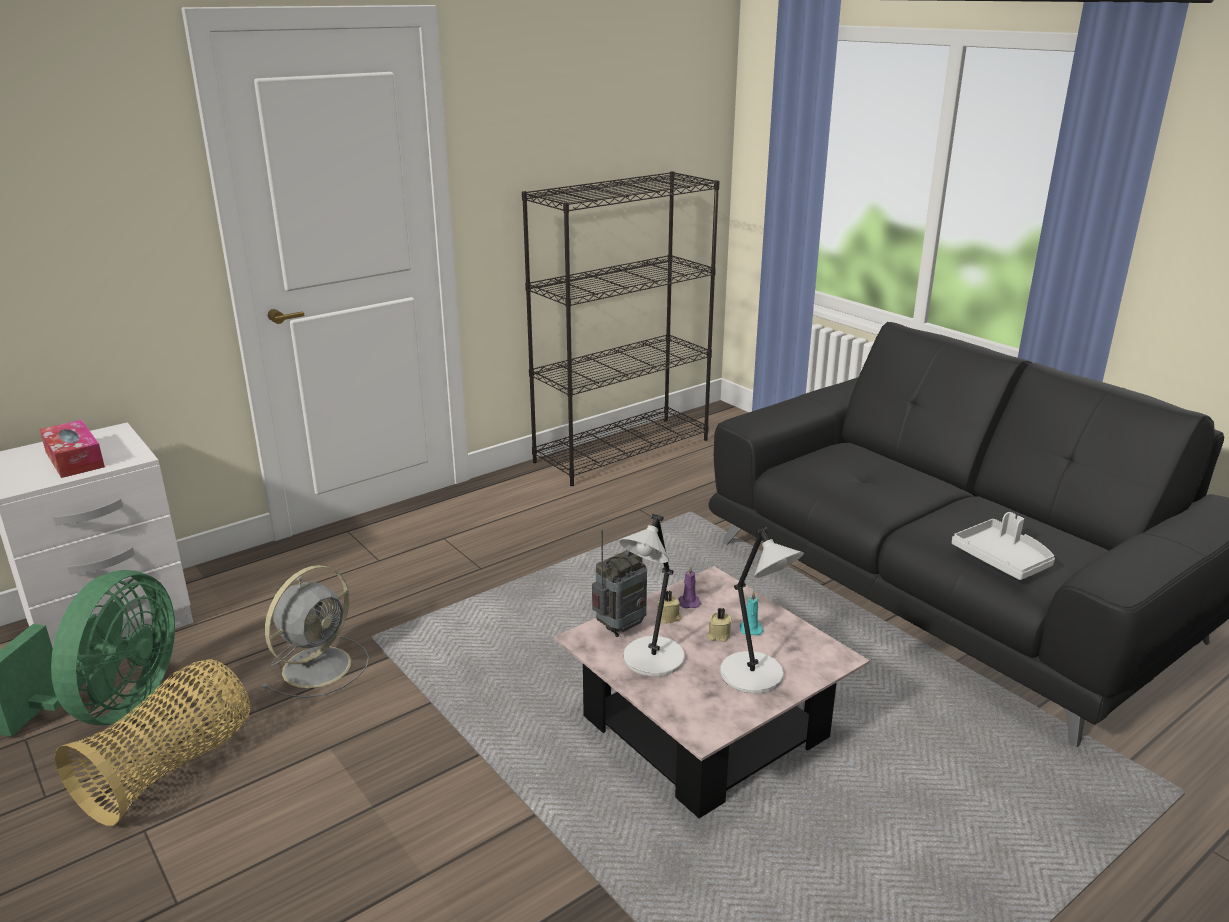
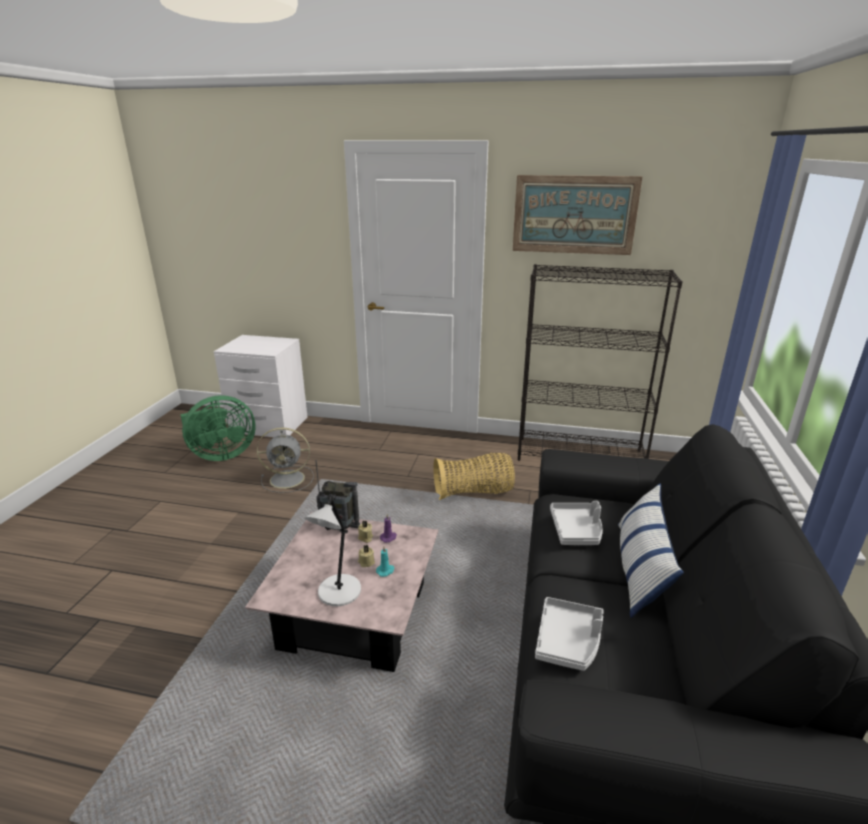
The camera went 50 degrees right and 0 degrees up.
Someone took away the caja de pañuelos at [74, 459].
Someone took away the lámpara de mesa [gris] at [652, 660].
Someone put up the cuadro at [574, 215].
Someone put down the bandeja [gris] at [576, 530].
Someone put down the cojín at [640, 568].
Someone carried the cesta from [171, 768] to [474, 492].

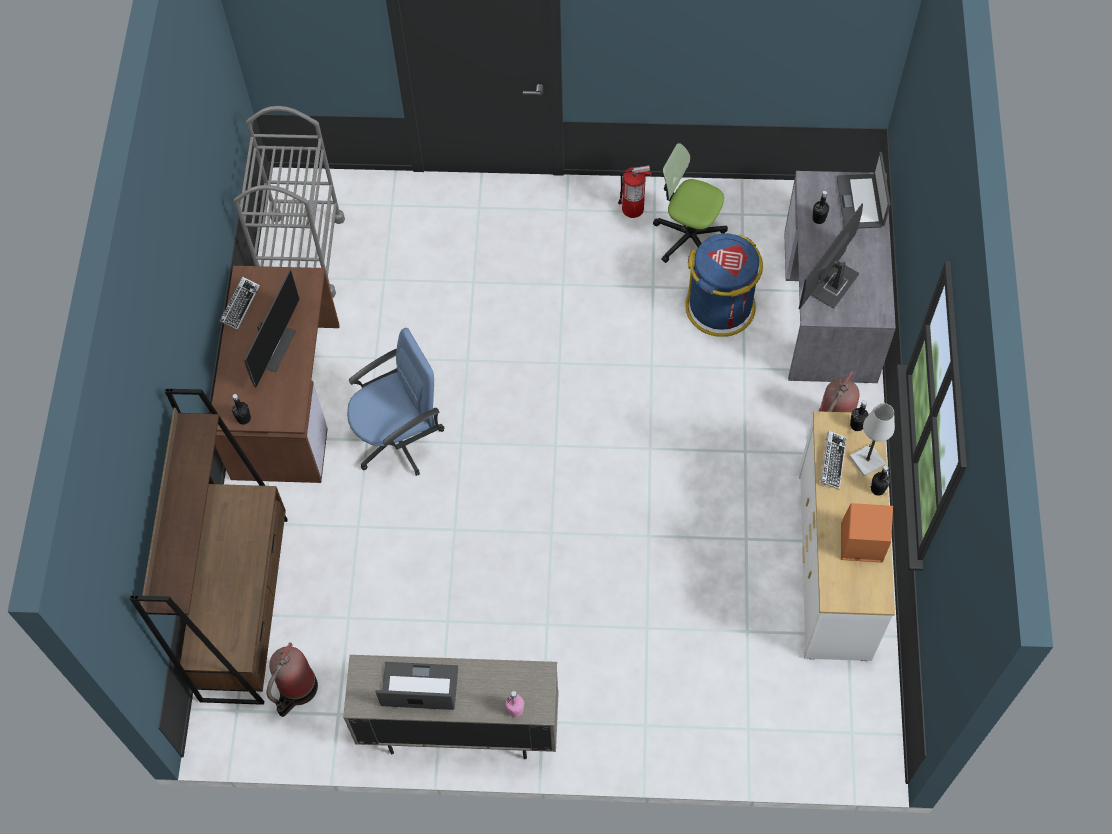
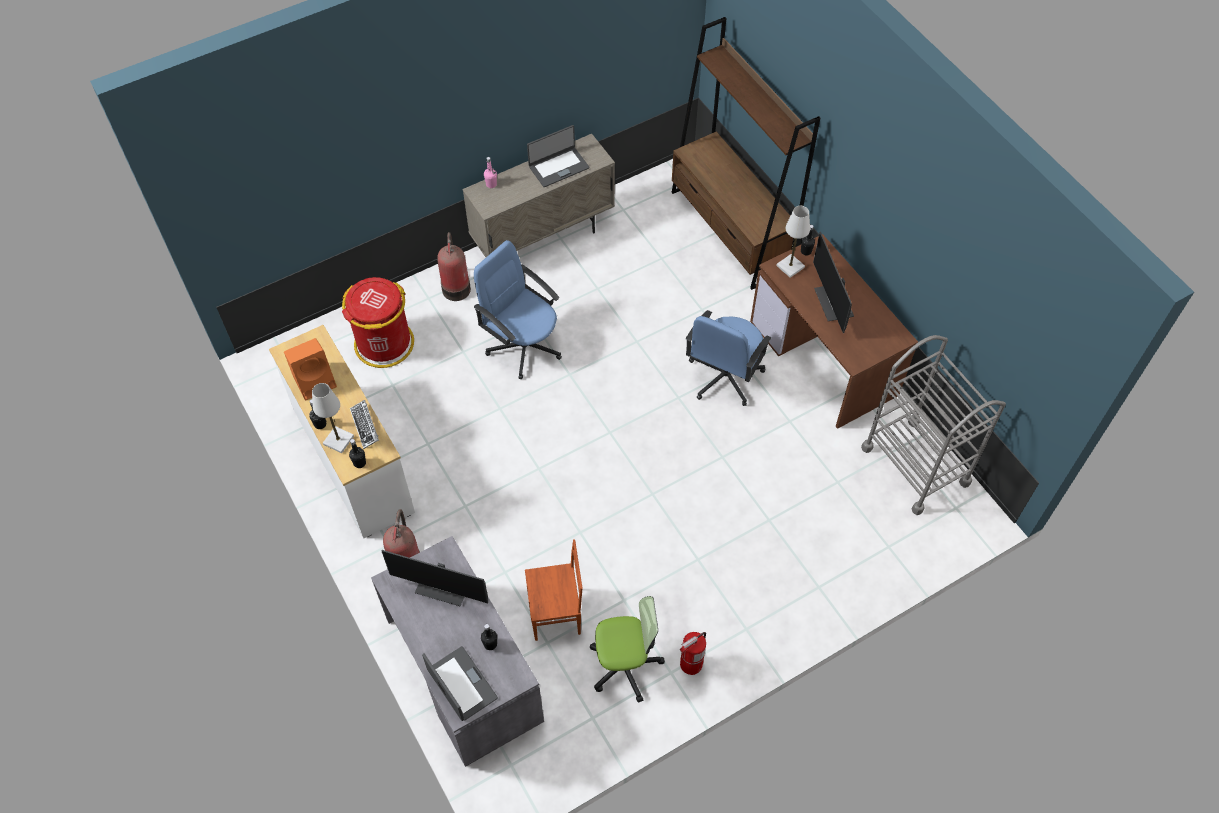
The camera went 145 degrees right and 5 degrees down.
Someone took away the teclado at [240, 305].
Someone put down the papelera [rojo] at [384, 344].
Someone put down the silla de oficina [azul] at [523, 345].
Someone put down the lámpara de mesa [blanco] at [790, 267].
Someone carried the extintor from [296, 690] to [456, 287].
Someone swapped the papelera [azul] at [720, 307] for the silla [marrón] at [556, 614].
Someone rotated the monitor at [832, 285] by 105 degrees clockwise.

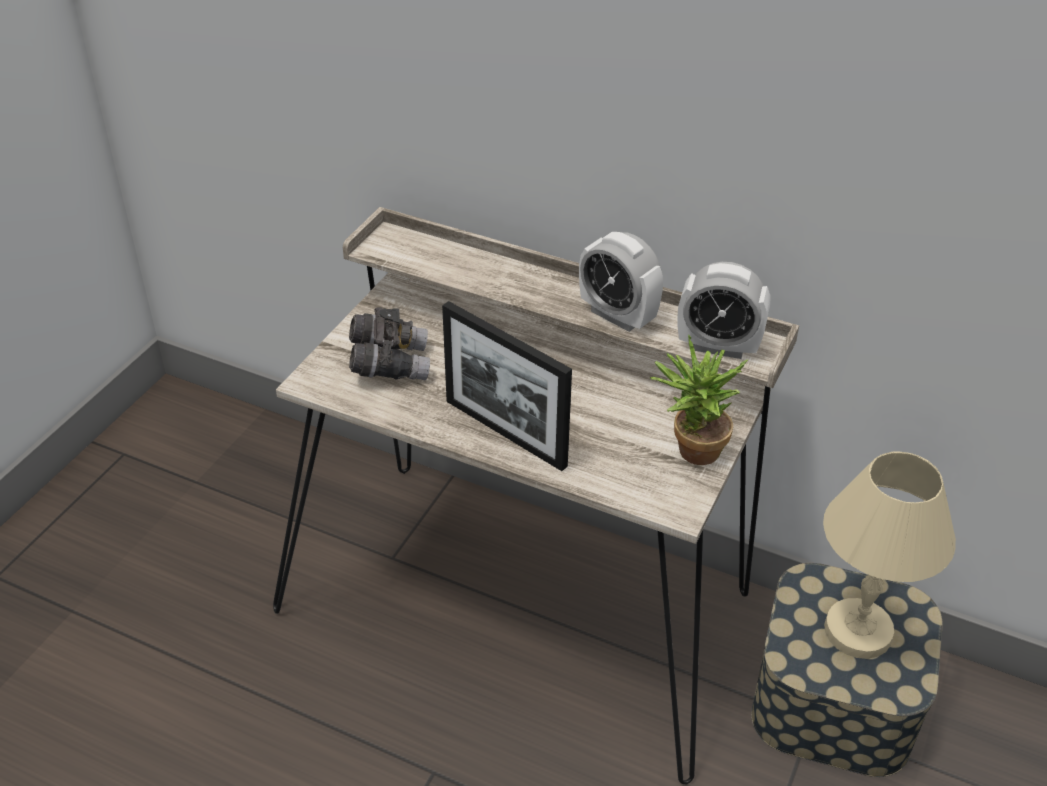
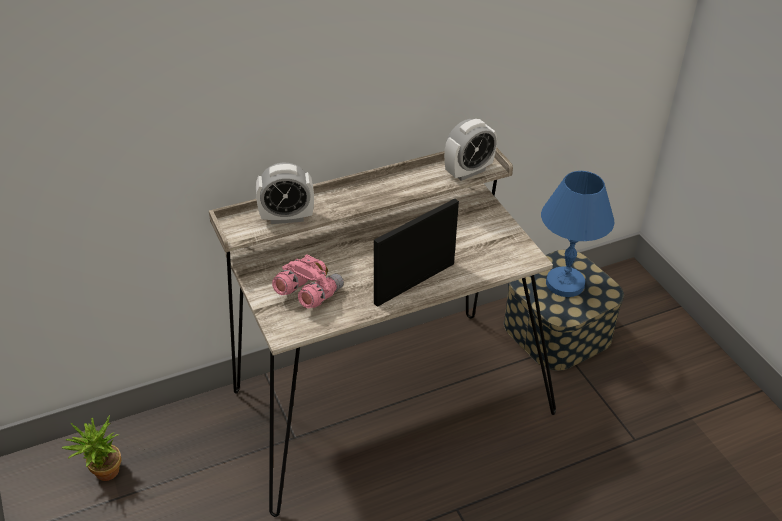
The camera went 50 degrees left and 0 degrees up.
Someone carried the despertador from [617, 315] to [286, 217].
Someone carried the planta en maceta from [690, 451] to [103, 474].
Someone repainted the prismáticos [gris] at [389, 364], which became the prismáticos [rosa] at [308, 294].
Someone repainted the lámpara de mesa [beis] at [859, 630], which became the lámpara de mesa [azul] at [565, 283].
Someone rotated the portarretratos at [505, 433] by 150 degrees clockwise.

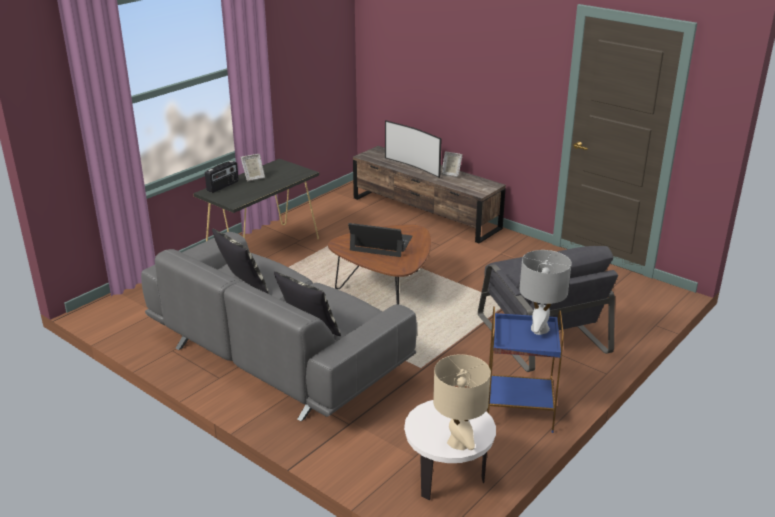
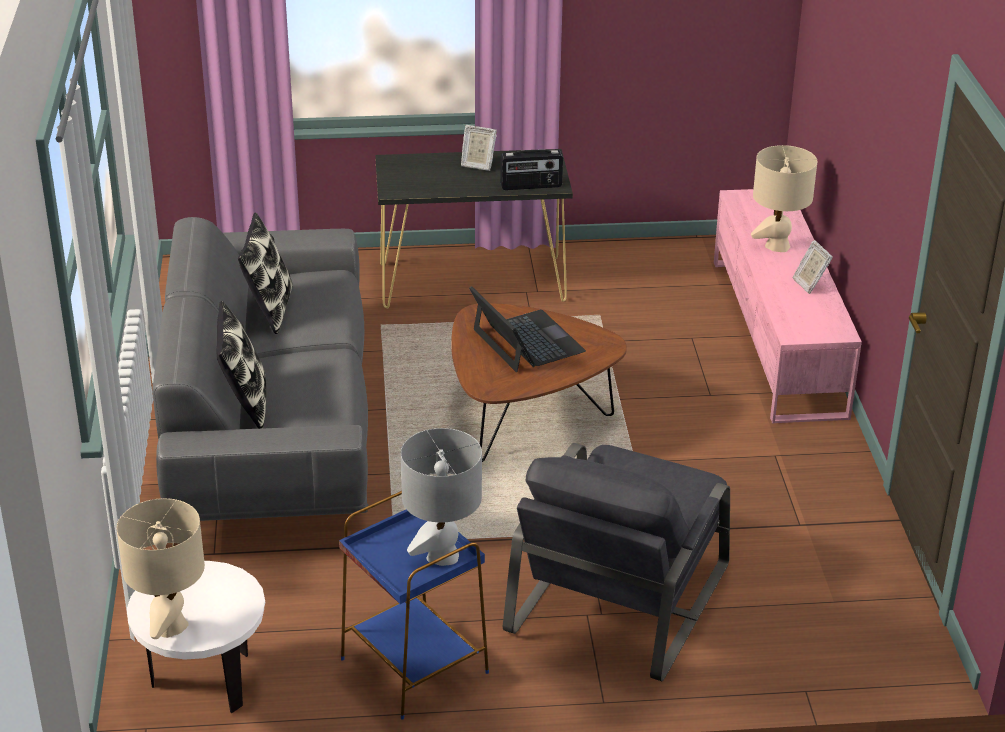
The camera went 45 degrees right and 5 degrees up.
Someone carried the radio from [223, 186] to [531, 186].
Someone swapped the televisor at [413, 166] for the lámpara de mesa [beis] at [777, 246].
Someone repainted the mueble de televisión [marrón] at [425, 213], which became the mueble de televisión [rosa] at [777, 336].

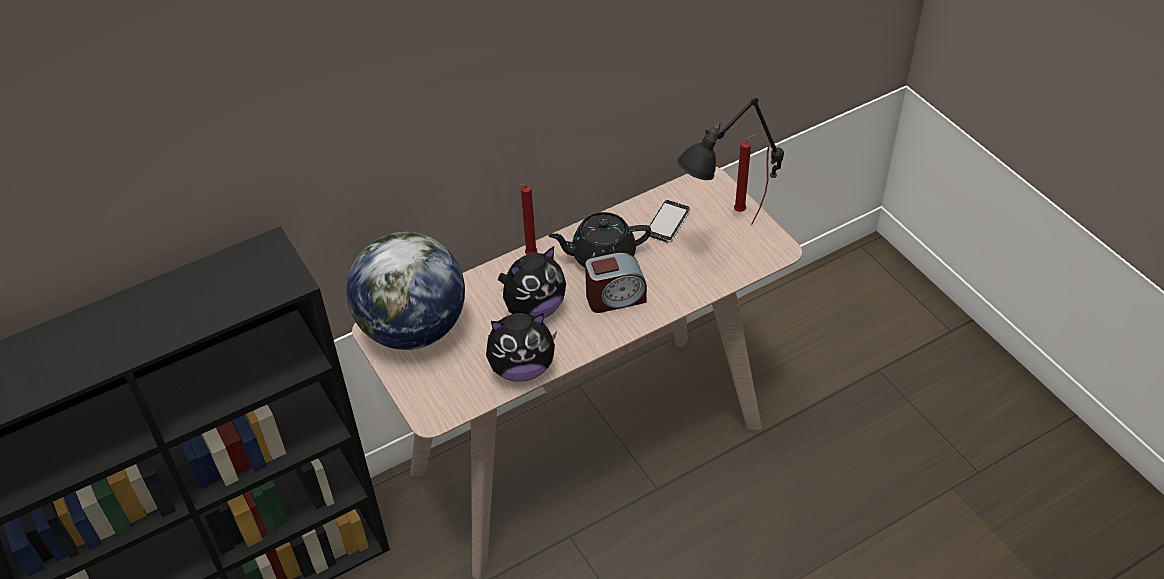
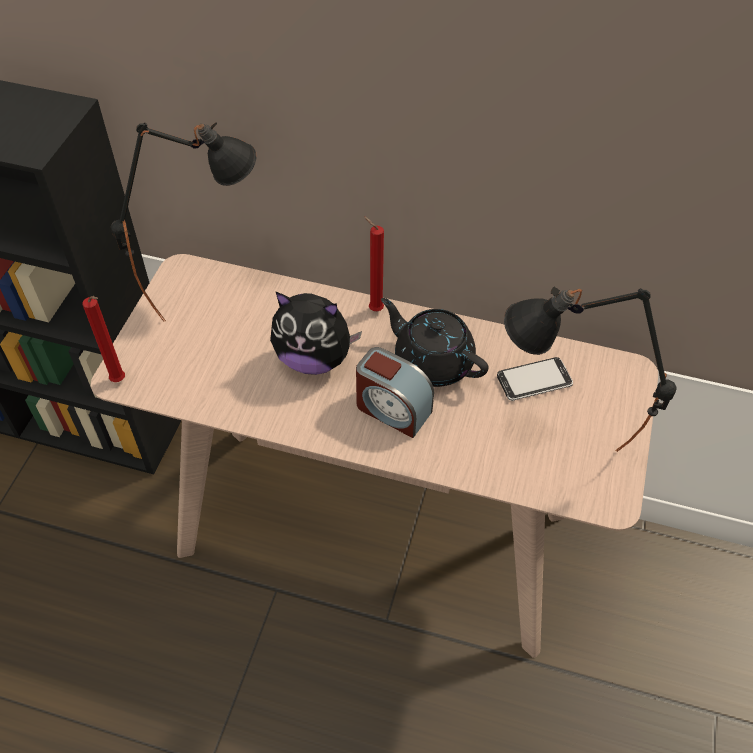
The camera went 45 degrees right and 5 degrees up.
Someone took away the peluche at [522, 368].
Someone carried the vela [rojo] from [741, 211] to [120, 381].
Someone swapped the globo terráqueo at [412, 329] for the lámpara de mesa [negro] at [205, 294].

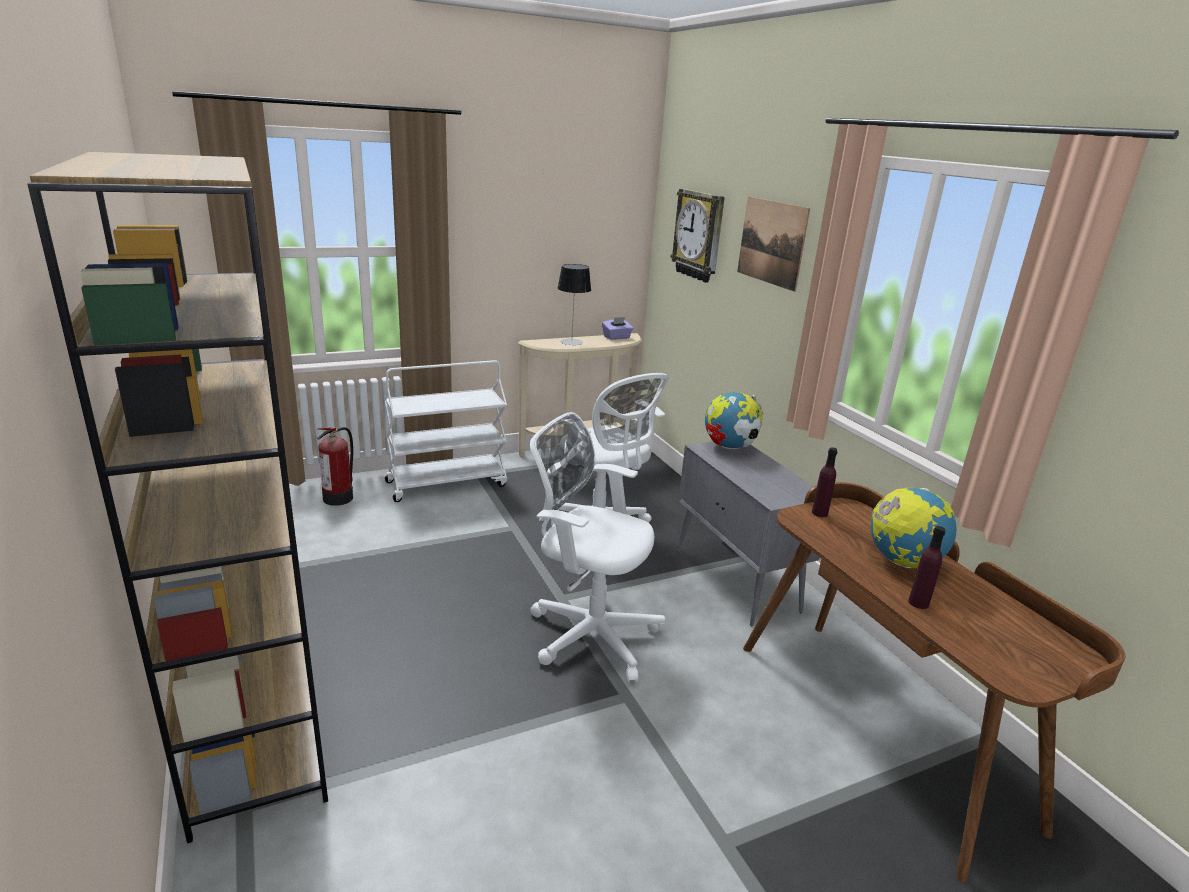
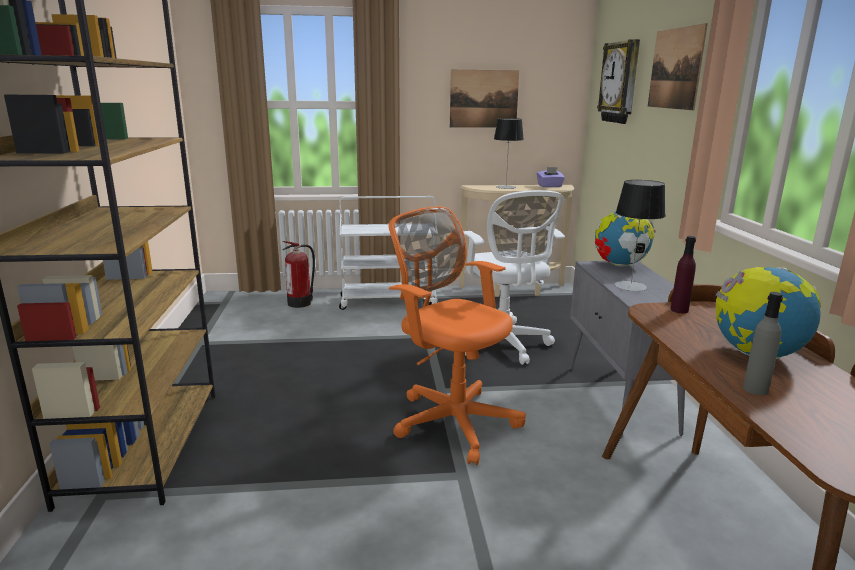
The camera went 20 degrees right and 5 degrees down.
Someone put up the cuadro at [484, 99].
Someone put down the lámpara de mesa at [630, 286].
Someone repainted the silla de oficina [blanco] at [588, 633], which became the silla de oficina [naranja] at [452, 420].
Someone repainted the botella [morado] at [918, 603], which became the botella [gris] at [755, 389].

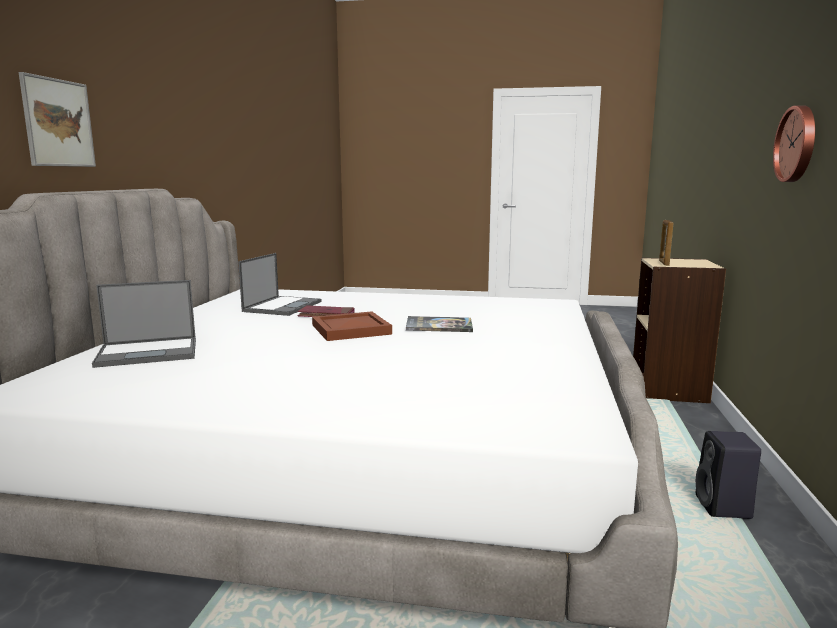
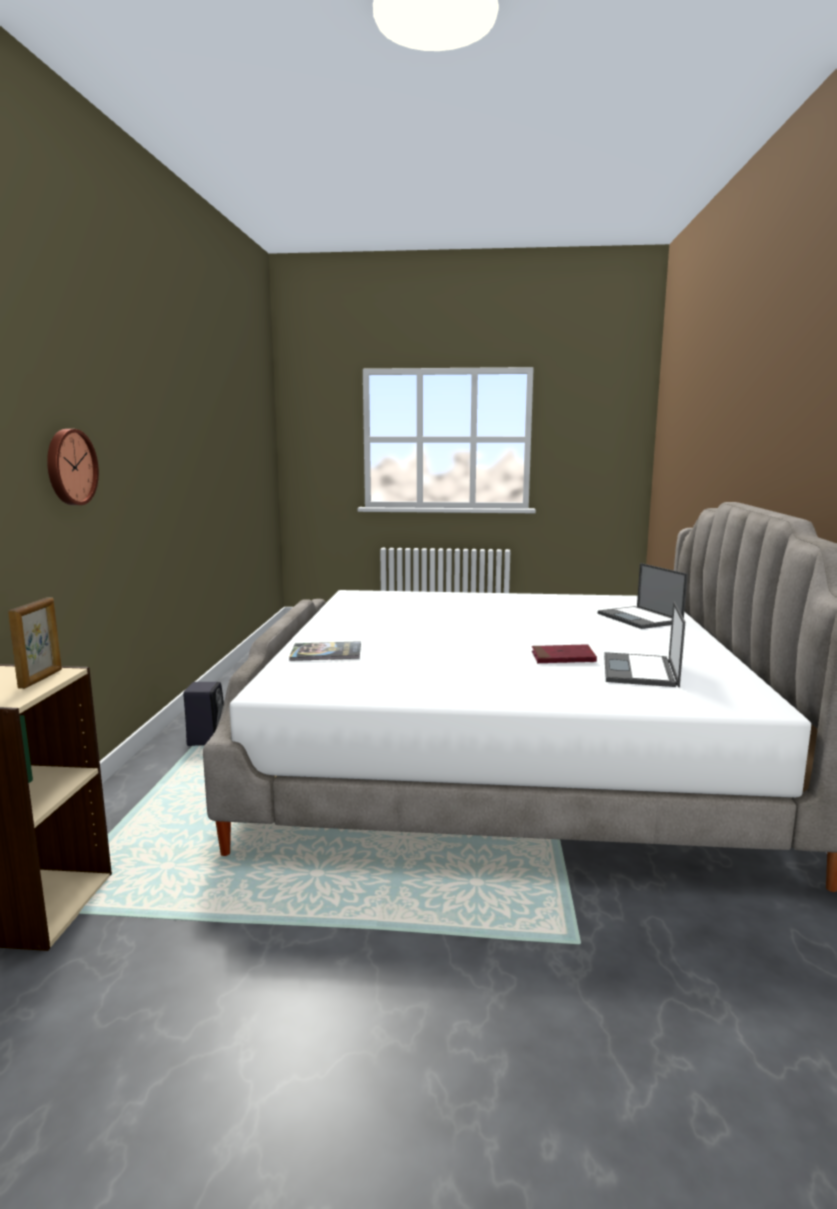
The camera went 175 degrees right and 0 degrees up.
Someone took away the cuadro at [58, 123].
Someone took away the bandeja [marrón] at [352, 330].
Someone carried the libro from [439, 325] to [326, 652].
Someone rotated the portátil at [149, 352] by 90 degrees counterclockwise.

